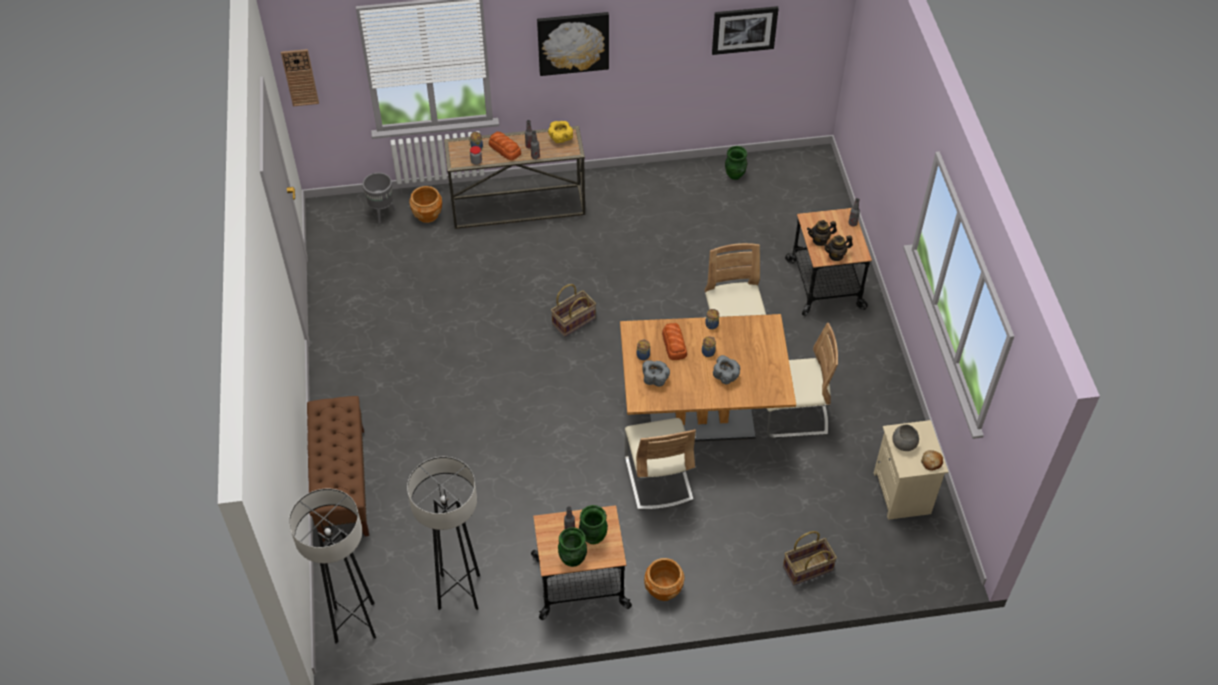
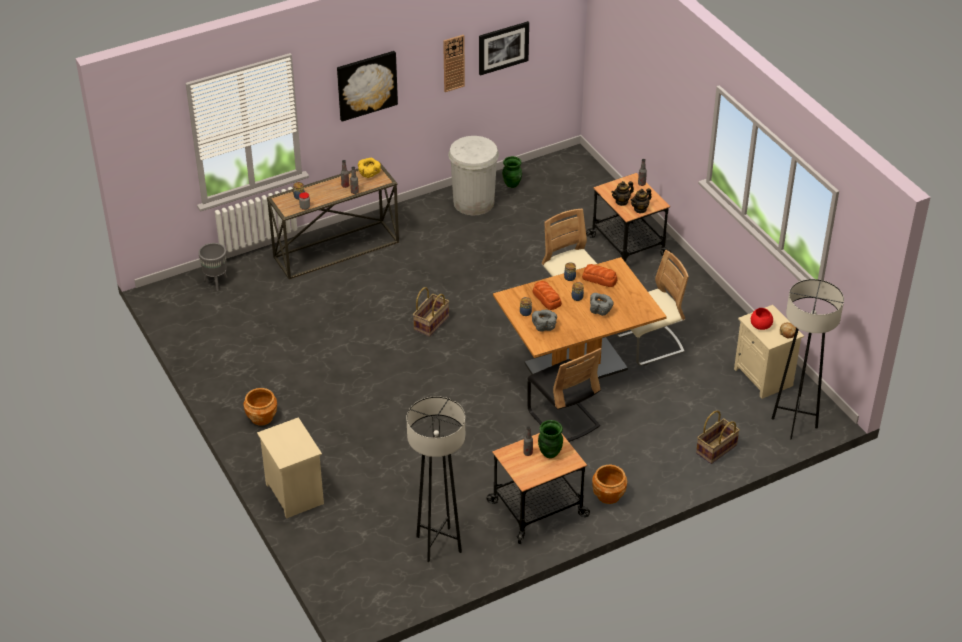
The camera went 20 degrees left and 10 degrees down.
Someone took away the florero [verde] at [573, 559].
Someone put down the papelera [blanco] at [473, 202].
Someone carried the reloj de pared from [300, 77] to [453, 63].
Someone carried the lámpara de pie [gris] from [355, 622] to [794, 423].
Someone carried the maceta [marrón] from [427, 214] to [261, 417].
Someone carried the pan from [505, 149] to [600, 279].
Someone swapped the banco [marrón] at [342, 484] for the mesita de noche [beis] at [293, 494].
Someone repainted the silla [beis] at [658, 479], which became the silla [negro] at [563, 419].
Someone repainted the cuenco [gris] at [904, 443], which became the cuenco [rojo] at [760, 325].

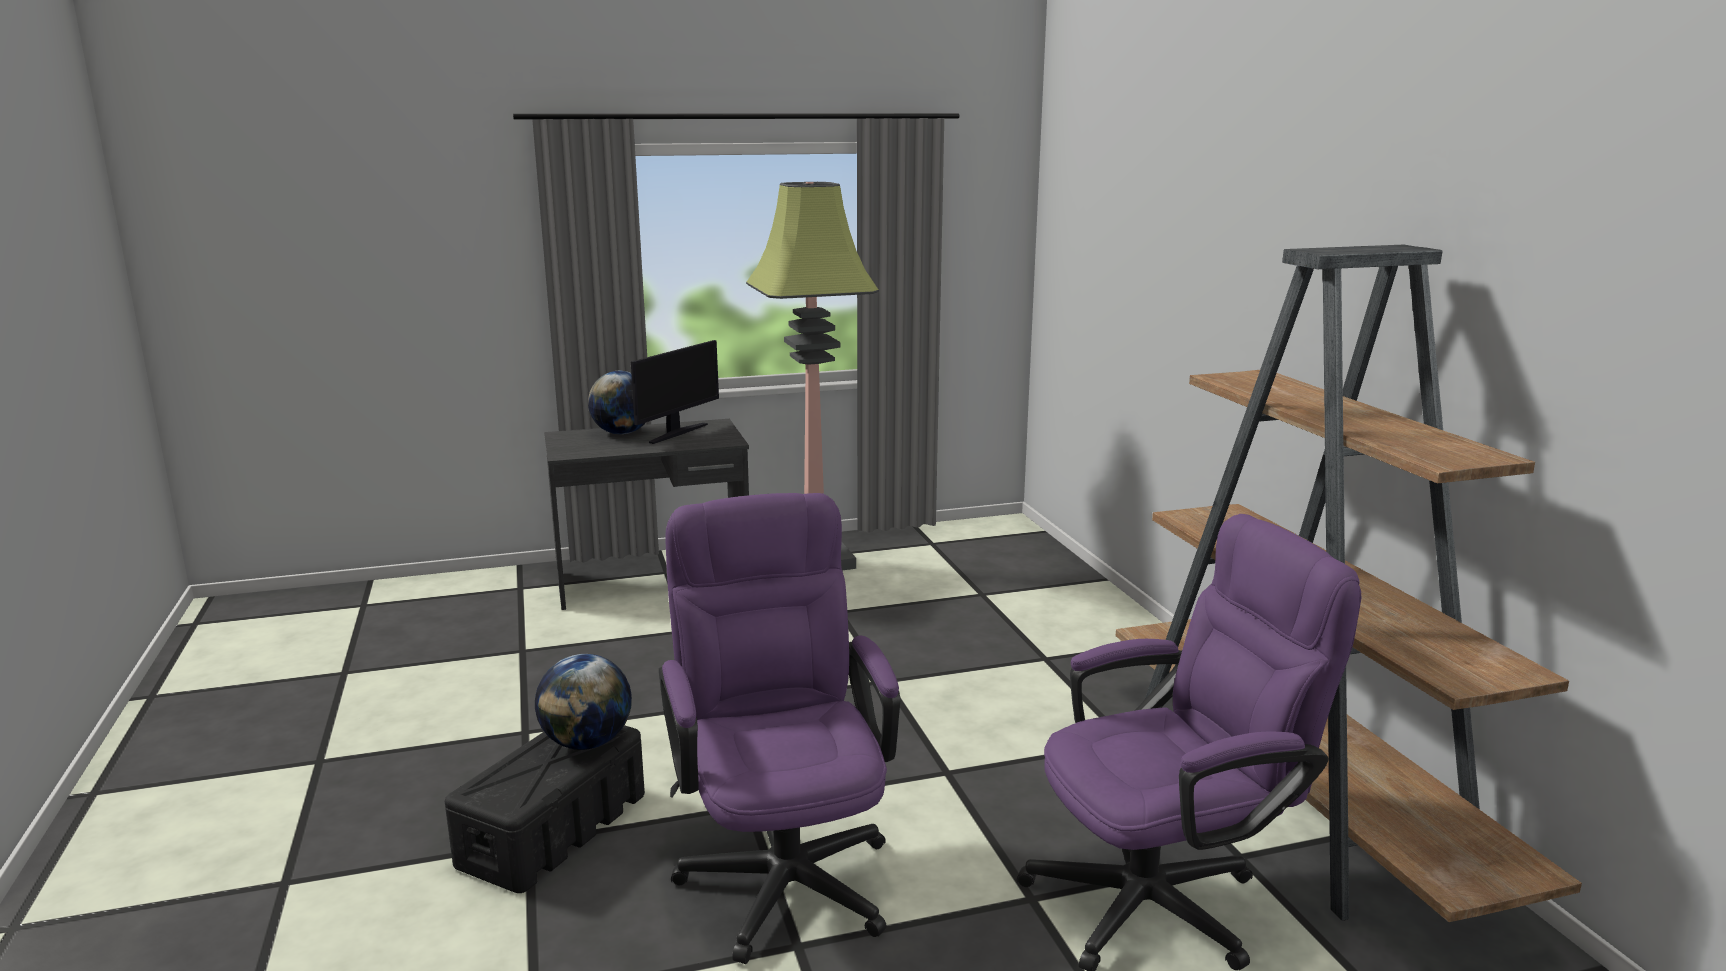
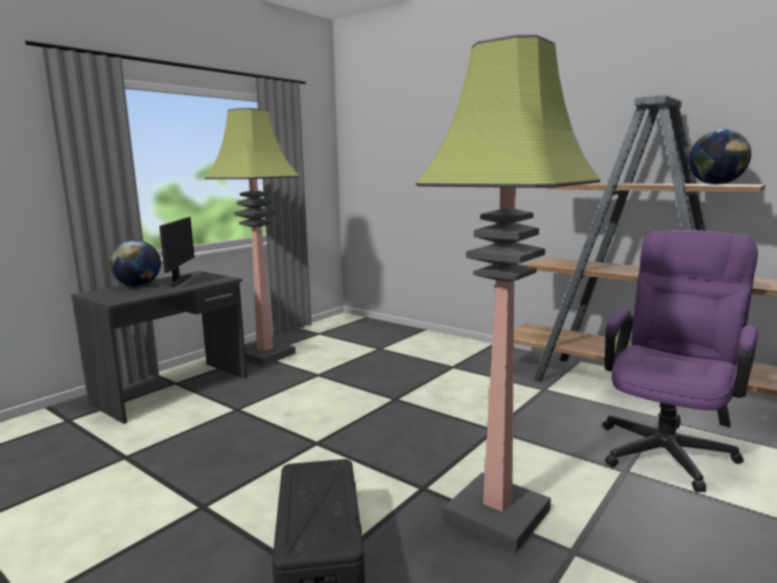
The camera went 35 degrees left and 5 degrees down.
Someone carried the globo terráqueo from [587, 742] to [715, 184].
Someone swapped the silla de oficina [morado] at [783, 868] for the lámpara de pie at [496, 513].

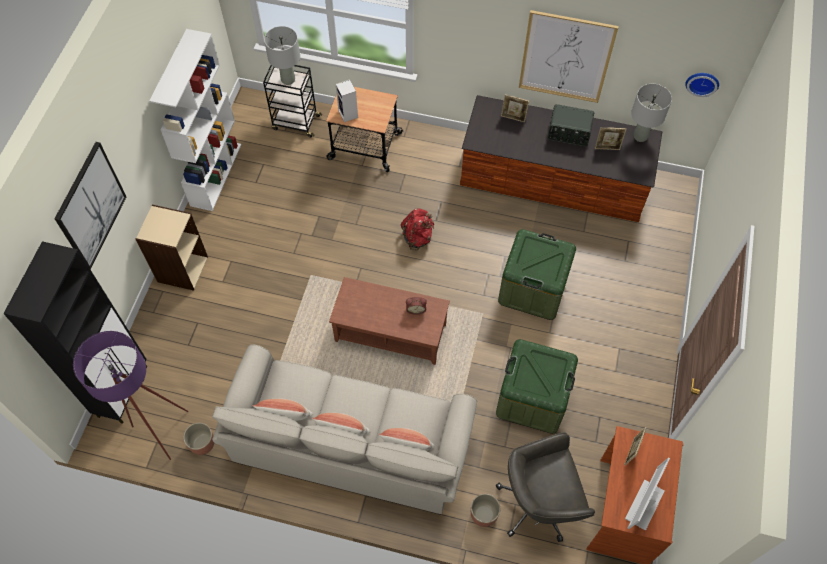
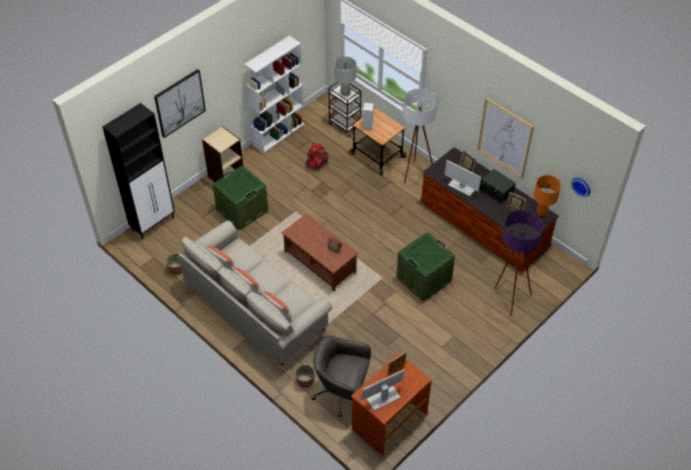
The camera went 30 degrees right and 10 degrees down.
Someone put down the lámpara de pie [blanco] at [415, 175].
Someone put down the monitor at [461, 187].
Someone carried the lámpara de pie [morado] from [157, 430] to [508, 297].
Someone carried the mochila [rojo] from [418, 237] to [316, 164].
Someone carried the caja de almacenaje [verde] from [532, 398] to [242, 210].
Someone repainted the lámpara de mesa [gris] at [640, 136], which became the lámpara de mesa [naranja] at [541, 213].

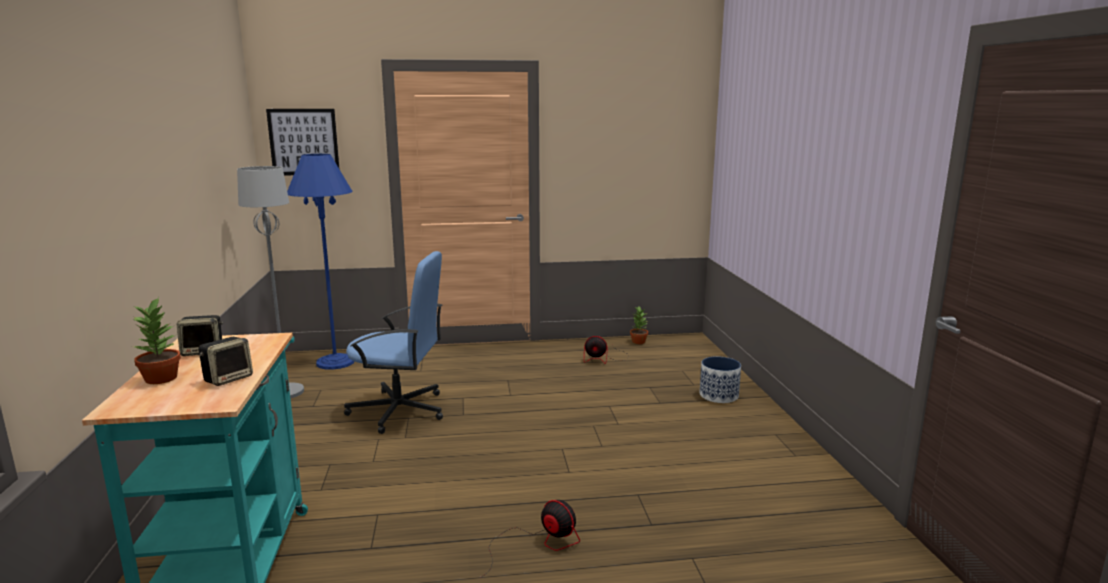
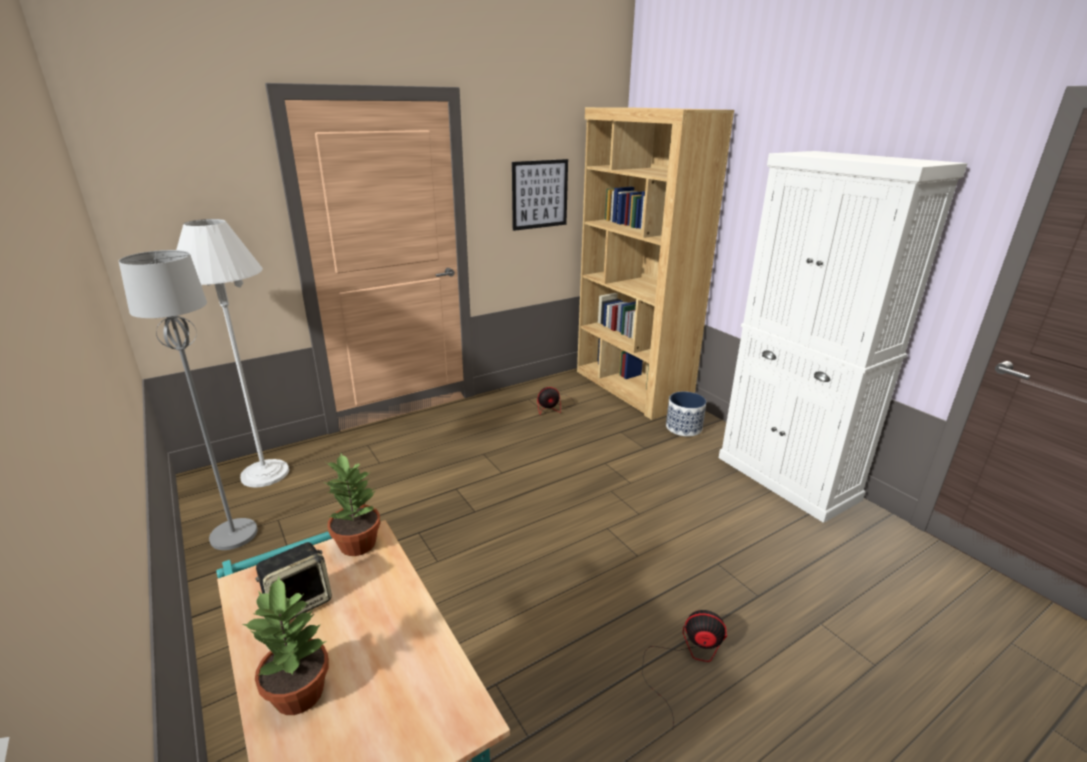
The camera went 25 degrees left and 10 degrees up.
Someone took away the altavoz at [228, 378].
Someone took away the silla de oficina [azul] at [400, 410].
Someone put down the estantería [marrón] at [631, 388].
Someone put down the armario [blanco] at [787, 478].
Someone carried the cuadro from [303, 142] to [539, 194].
Someone carried the planta en maceta from [638, 341] to [357, 543].
Someone repainted the lámpara de pie [azul] at [335, 362], which became the lámpara de pie [blanco] at [265, 473].

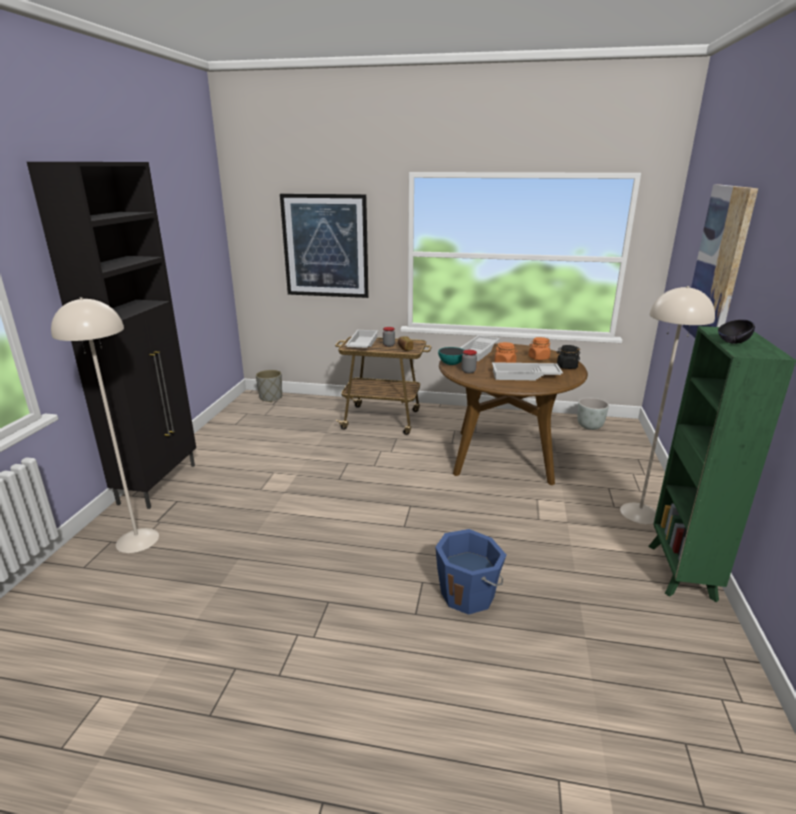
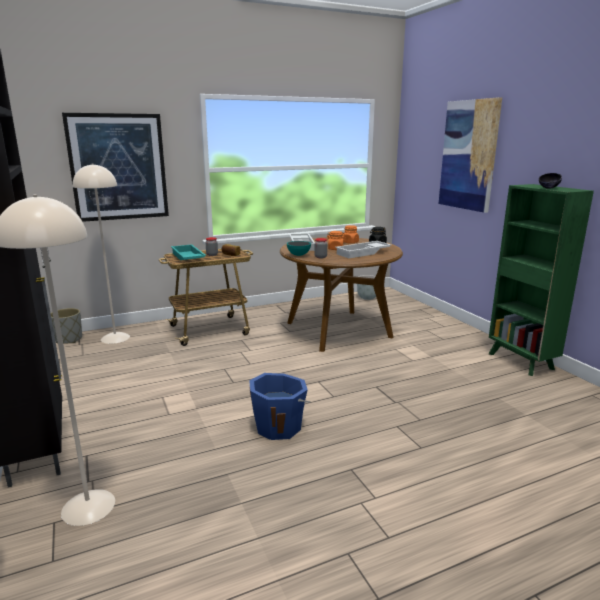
The camera went 35 degrees left and 5 degrees down.
Someone carried the cubo [azul] from [468, 594] to [279, 426].
Someone carried the lámpara de pie [beis] from [640, 513] to [115, 338].
Someone repainted the bandeja [blanco] at [361, 344], which became the bandeja [turquesa] at [187, 257].

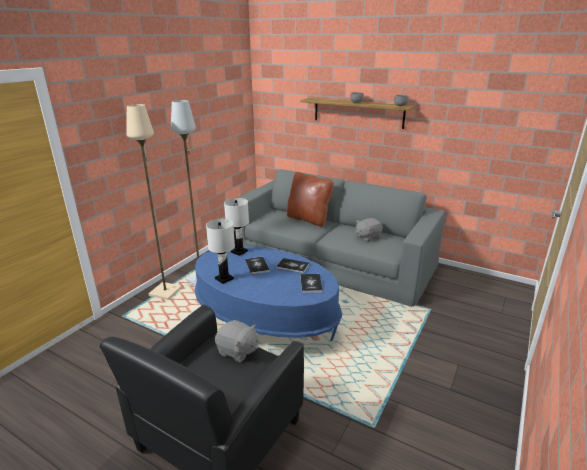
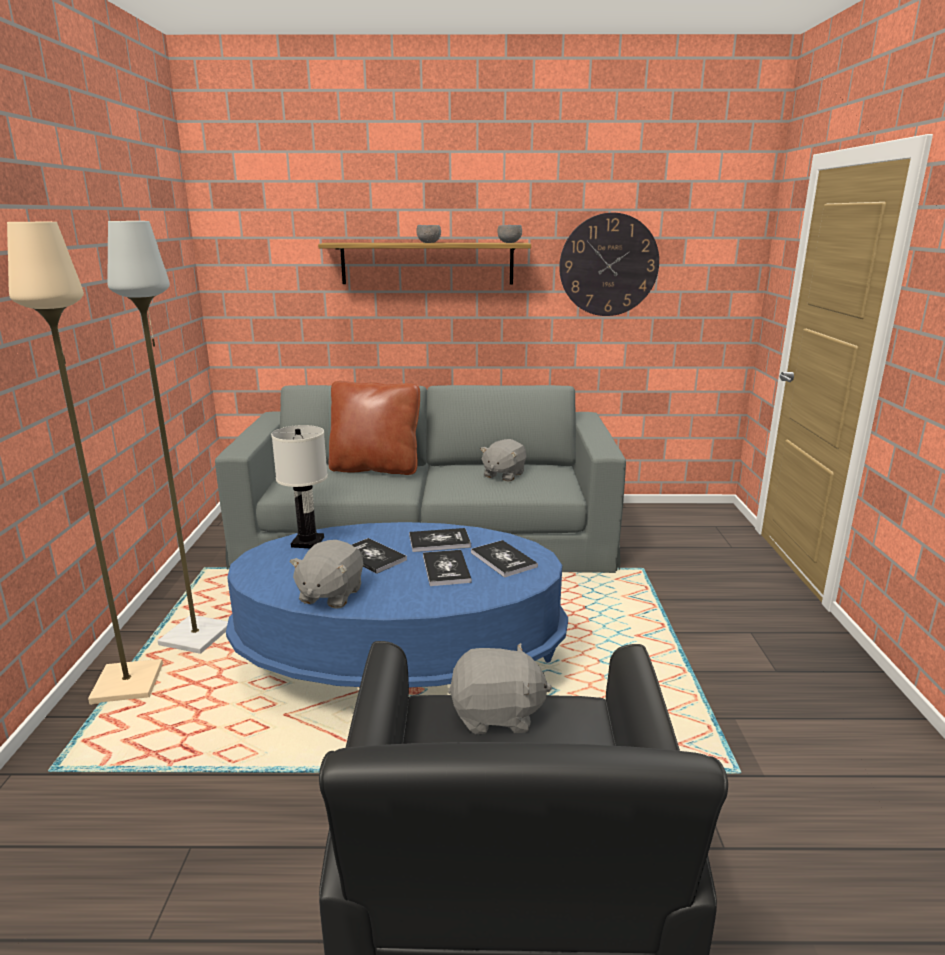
The camera went 30 degrees left and 5 degrees down.
Someone put down the libro at [446, 569].
Someone put up the reloj de pared at [608, 265].
Someone swapped the lámpara de mesa [blanco] at [224, 279] for the peluche [gris] at [330, 595].

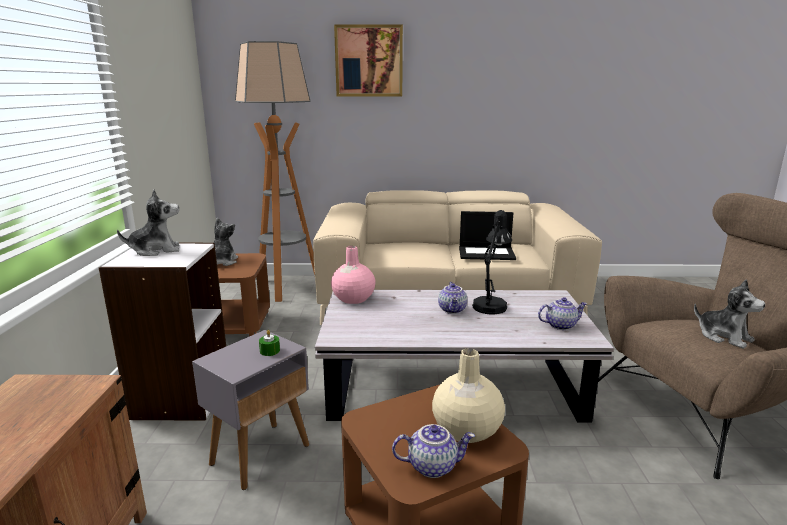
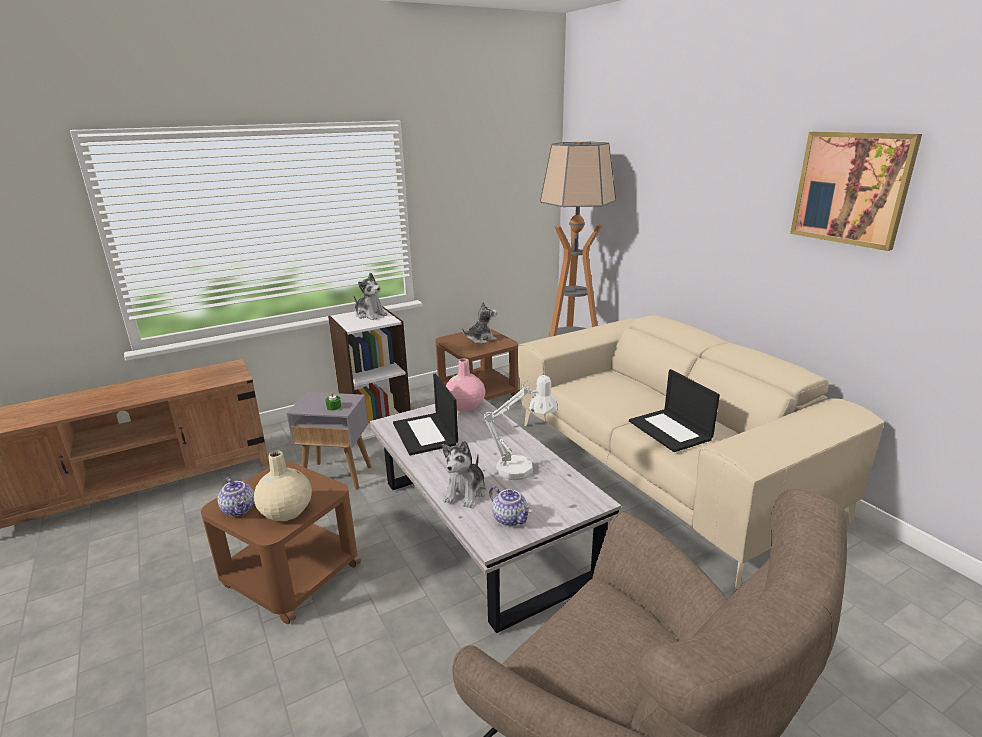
The camera went 60 degrees right and 5 degrees up.
Someone took away the tetera at [453, 310].
Someone put down the portátil at [426, 434].
Someone carried the cuadro from [369, 61] to [851, 188].
Someone carried the peluche from [724, 337] to [466, 492].
Someone repainted the lámpara de mesa [negro] at [491, 304], which became the lámpara de mesa [blanco] at [523, 469].

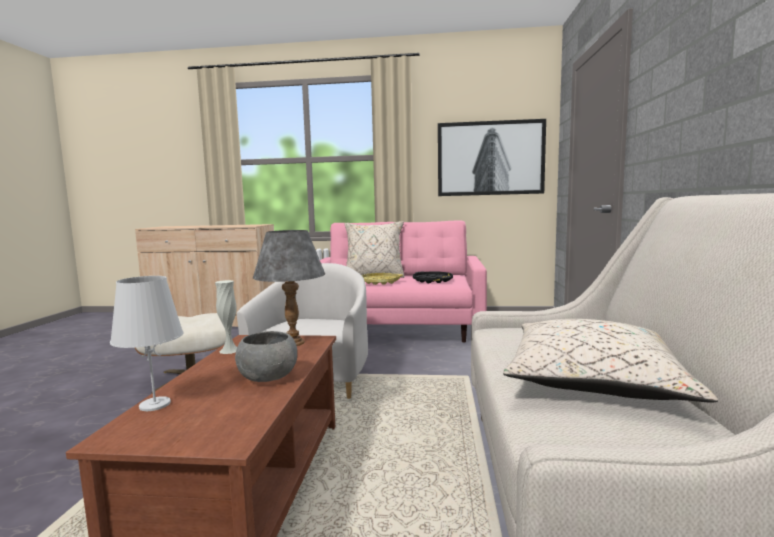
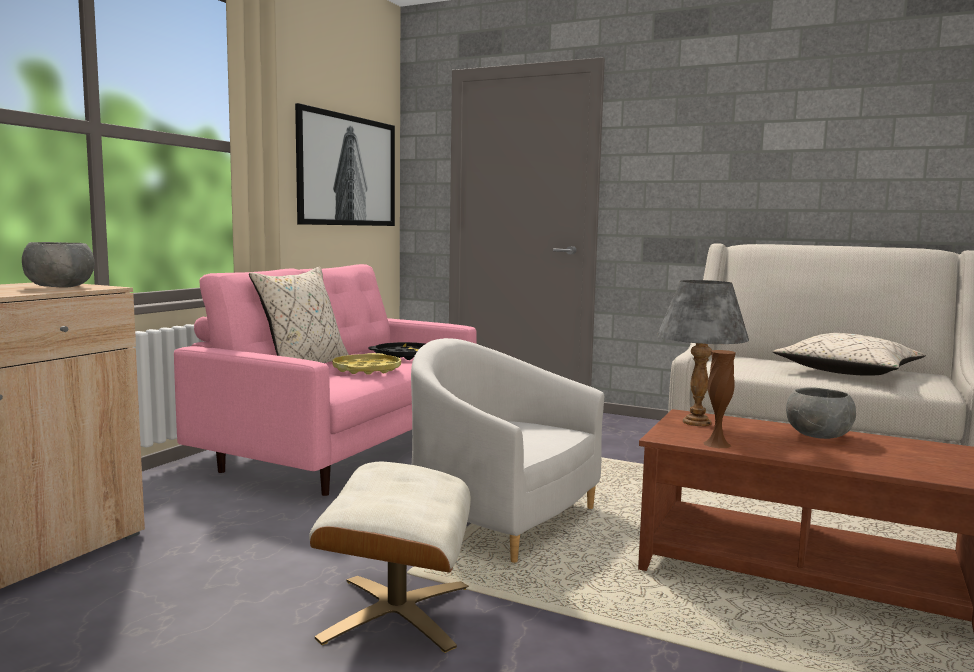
The camera went 70 degrees left and 0 degrees up.
Someone took away the lámpara de mesa [blanco] at [155, 404].
Someone put down the cuenco [gris] at [59, 287].
Someone repainted the florero [blanco] at [229, 350], which became the florero [marrón] at [717, 444].

